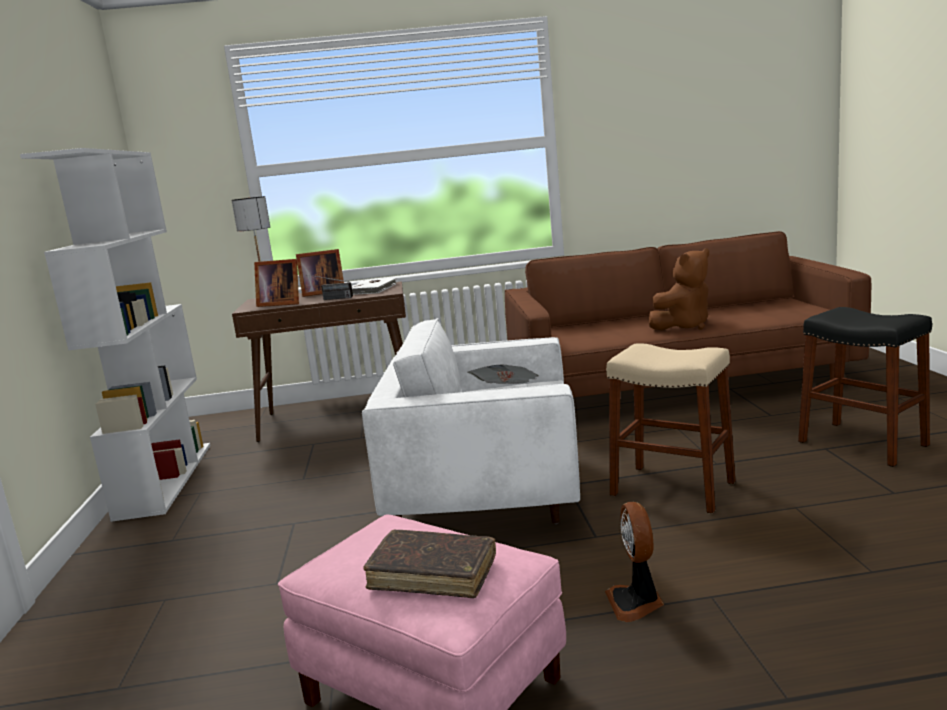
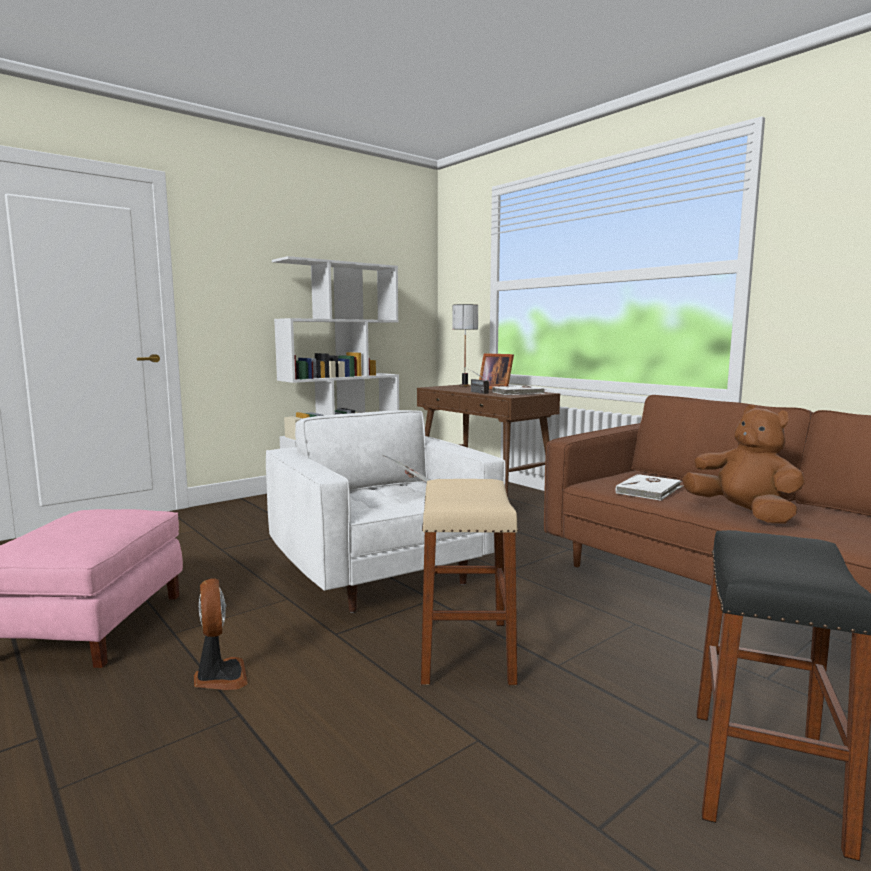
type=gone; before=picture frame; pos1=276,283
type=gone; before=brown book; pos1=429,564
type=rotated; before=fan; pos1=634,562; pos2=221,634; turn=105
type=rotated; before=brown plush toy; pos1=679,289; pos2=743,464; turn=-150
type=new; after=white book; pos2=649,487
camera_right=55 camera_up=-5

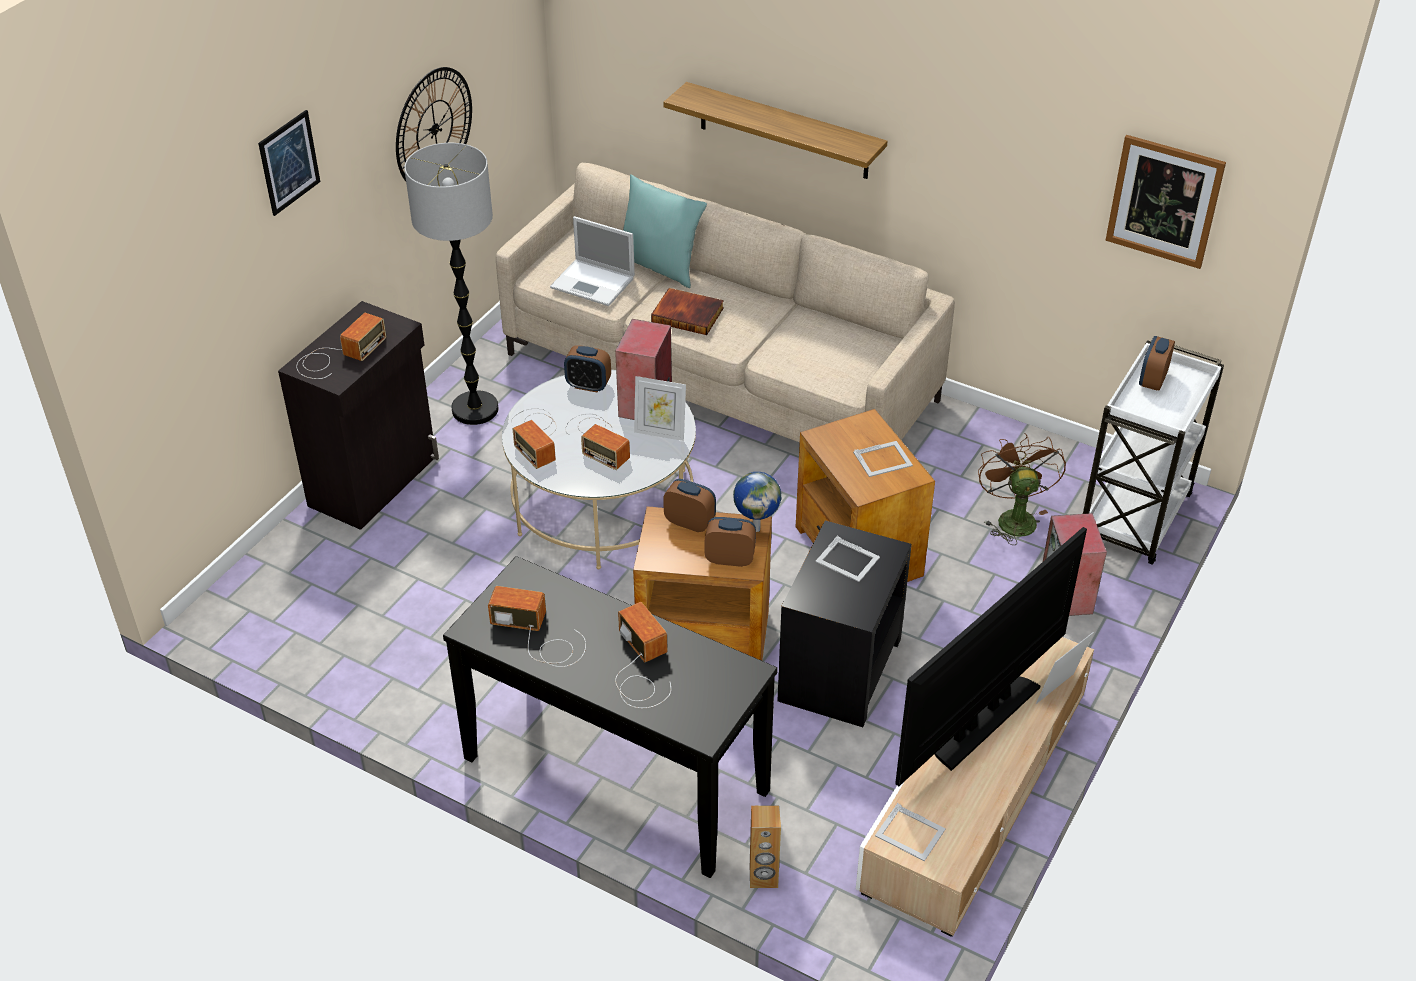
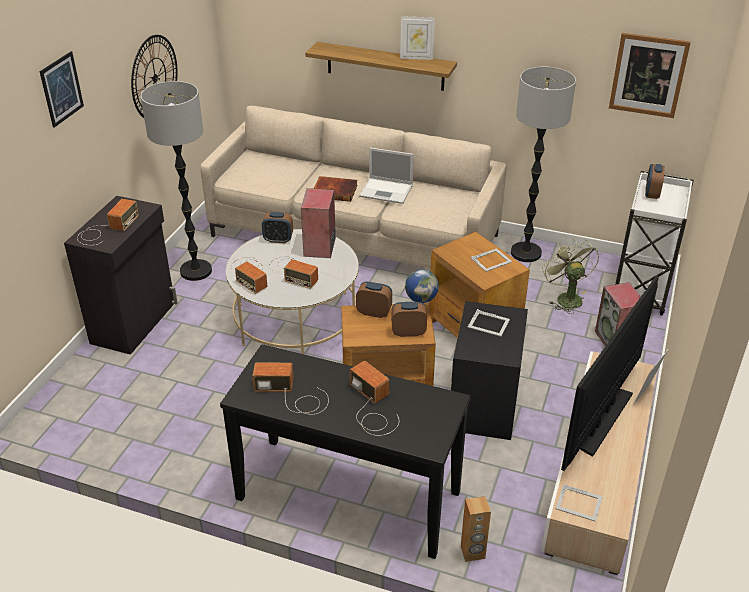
type=shifted; before=laptop; pos1=592,261; pos2=386,176
type=gone; before=turquoise pillow; pos1=665,231
type=shifted; before=picture frame; pos1=660,408; pos2=417,38
type=repainted; before=brown fan; after=green fan; pos1=1022,489; pos2=570,276
type=new; after=floor lamp; pos2=543,164
camera_right=-10 camera_up=-5

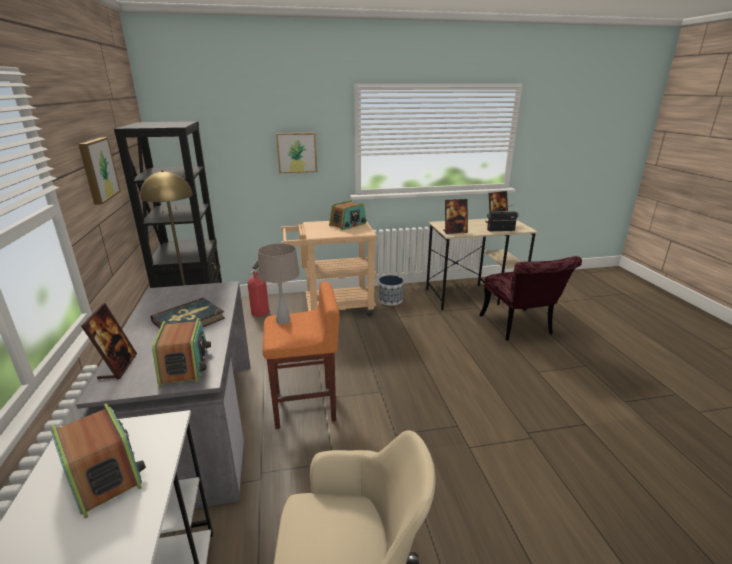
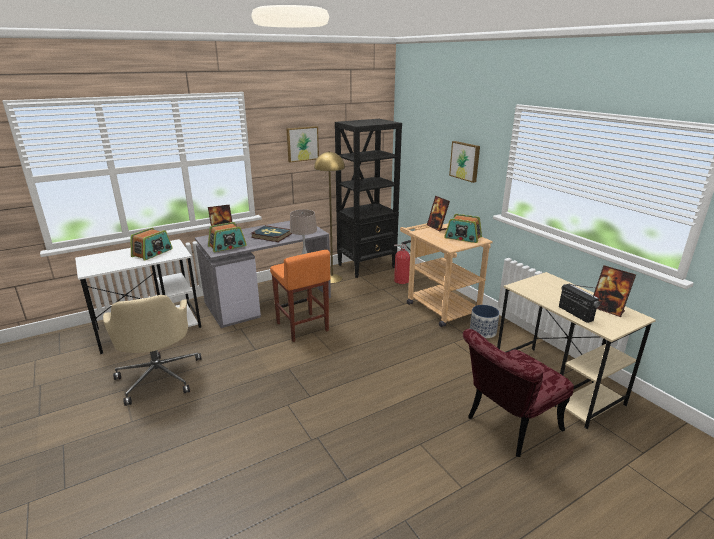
type=shifted; before=picture frame; pos1=455,216; pos2=438,213
camera_right=70 camera_up=0

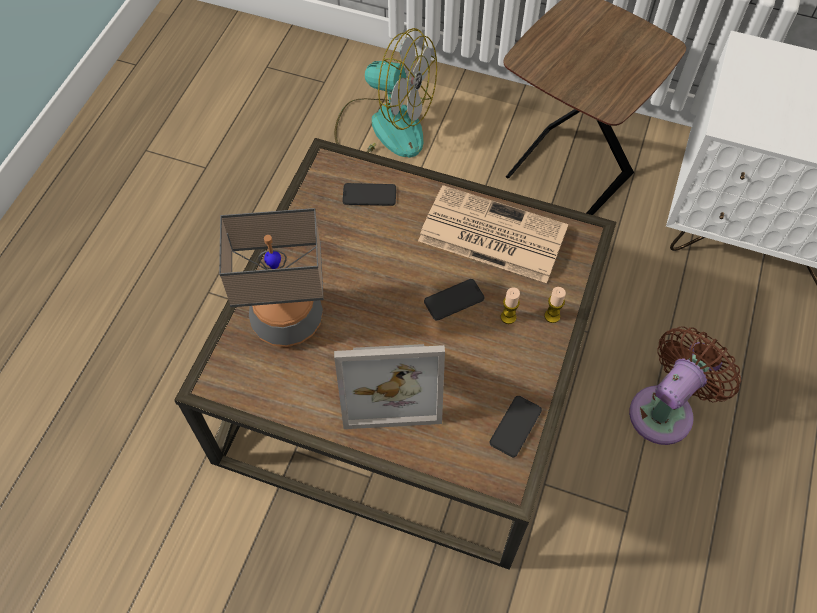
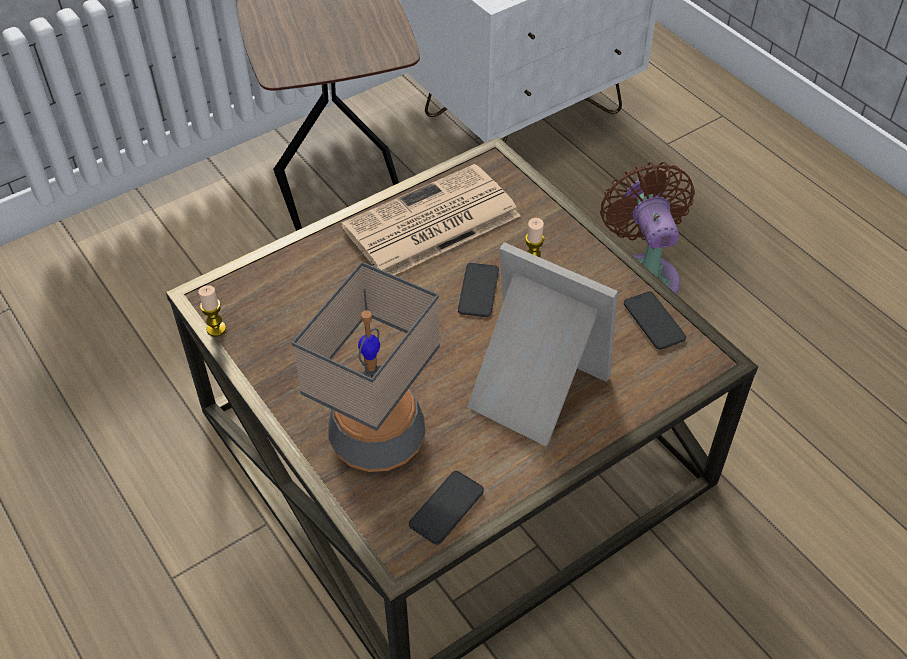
type=gone; before=fan; pos1=385,93
type=rotated; before=picture frame; pos1=389,386; pos2=542,344; turn=-90
type=shifted; before=phone; pos1=369,194; pos2=446,508
type=shifted; before=candle; pos1=555,305; pos2=212,310
camera_right=-55 camera_up=-10

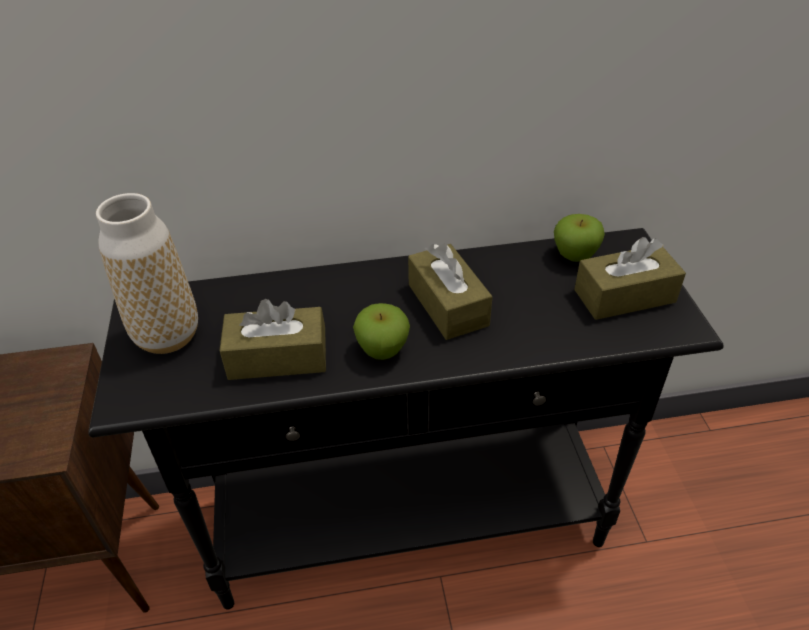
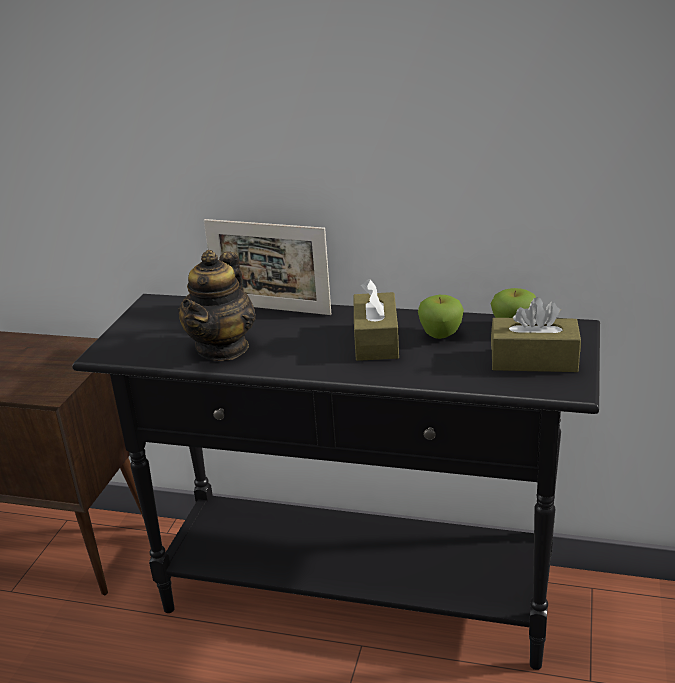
type=gone; before=vase; pos1=147,273
type=swapped; before=brown tissue box; after=teapot; pos1=272,339; pos2=217,305
type=shifted; before=apple; pos1=381,331; pos2=441,317
type=new; after=picture frame; pos2=267,267
camera_right=25 camera_up=-15

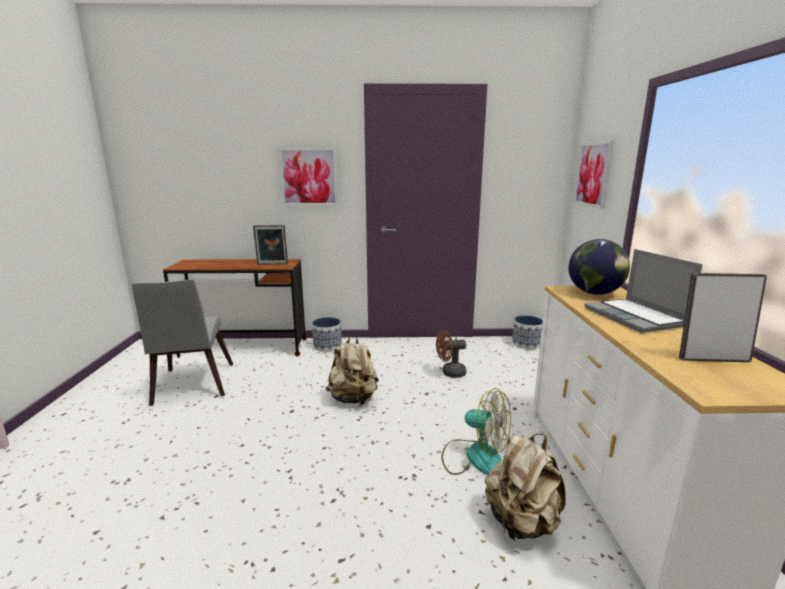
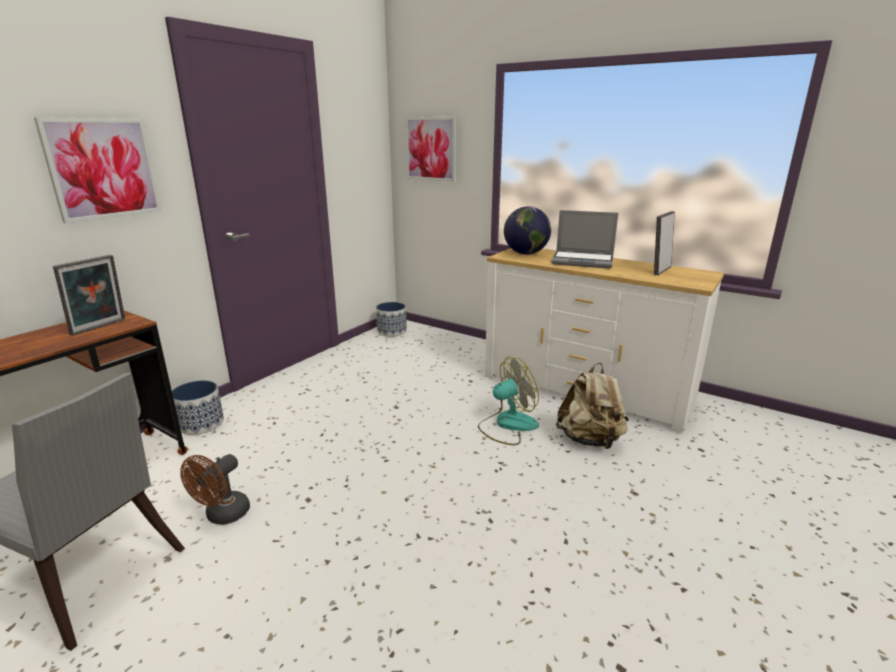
type=gone; before=beige backpack; pos1=352,370
type=shifted; before=brown fan; pos1=451,354; pos2=215,489
camera_right=-55 camera_up=5

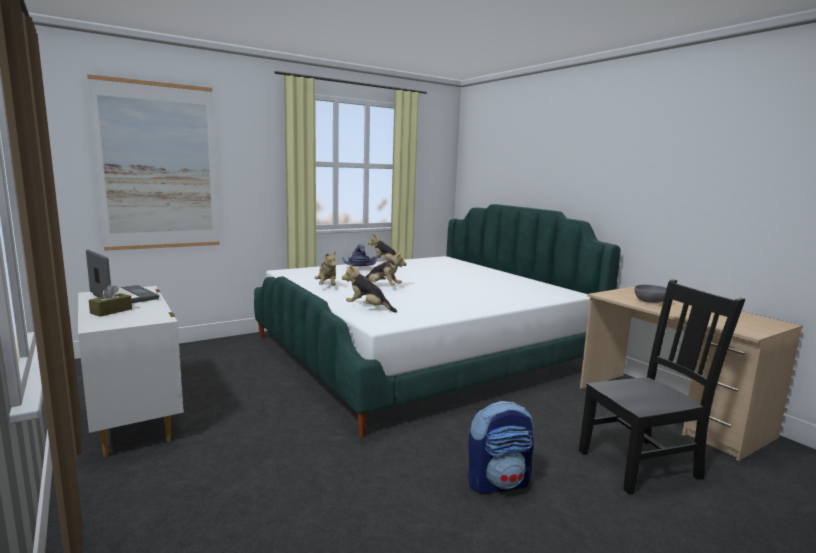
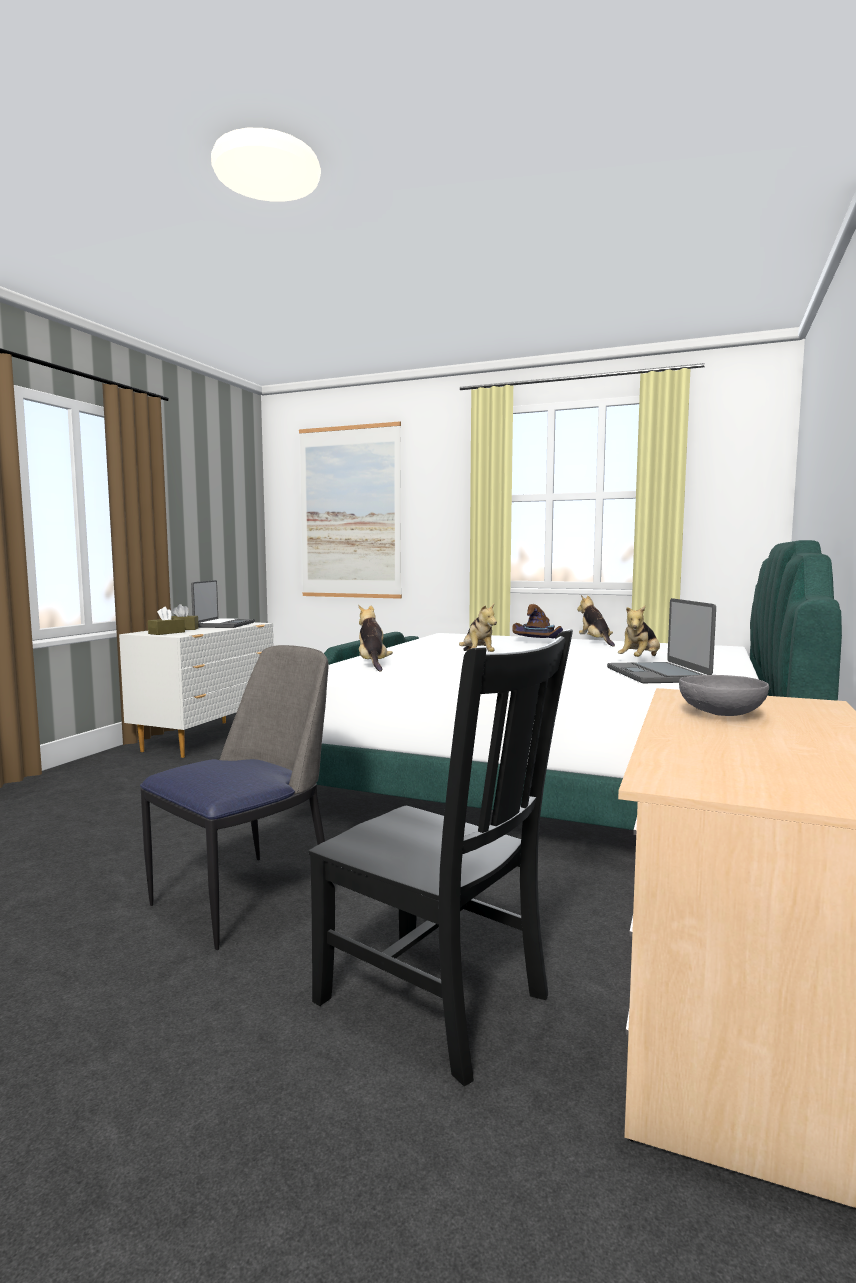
type=shifted; before=plush toy; pos1=325,268; pos2=639,631
type=repainted; before=purple hat; after=brown hat; pos1=359,255; pos2=537,621
type=swapped; before=backpack; after=chair; pos1=501,447; pos2=234,797
type=new; after=brown tissue box; pos2=166,621
type=new; after=laptop; pos2=661,640
camera_right=55 camera_up=-5

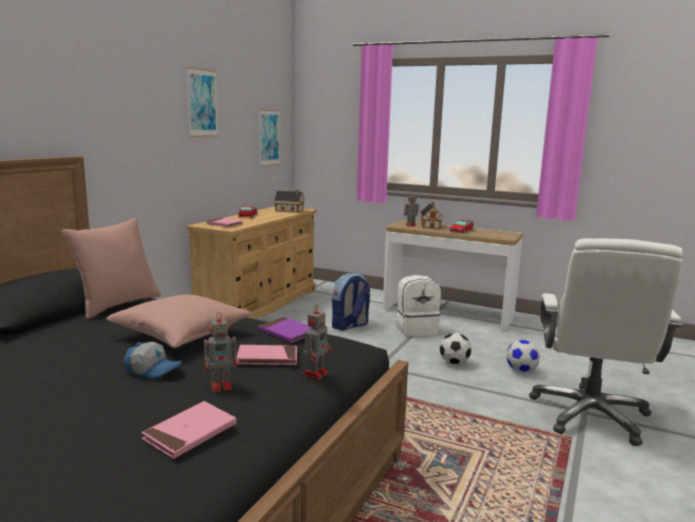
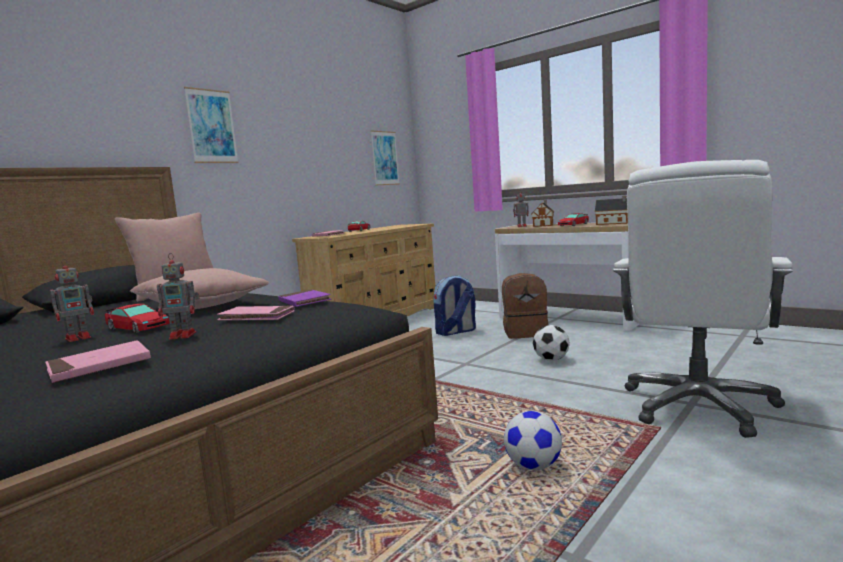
type=swapped; before=cap; after=toy car; pos1=153,361; pos2=137,318
type=shifted; before=picture; pos1=202,102; pos2=211,125
type=shifted; before=toy house; pos1=289,201; pos2=611,210
type=shifted; before=toy robot; pos1=317,342; pos2=72,300
type=repainted; before=white backpack; after=brown backpack; pos1=418,306; pos2=525,306
type=shifted; before=football; pos1=523,356; pos2=533,440
camera_right=15 camera_up=-5

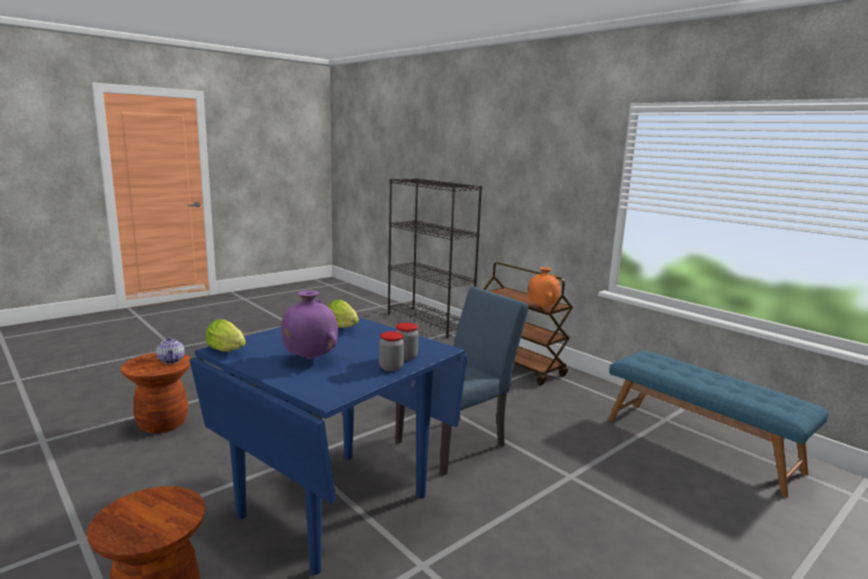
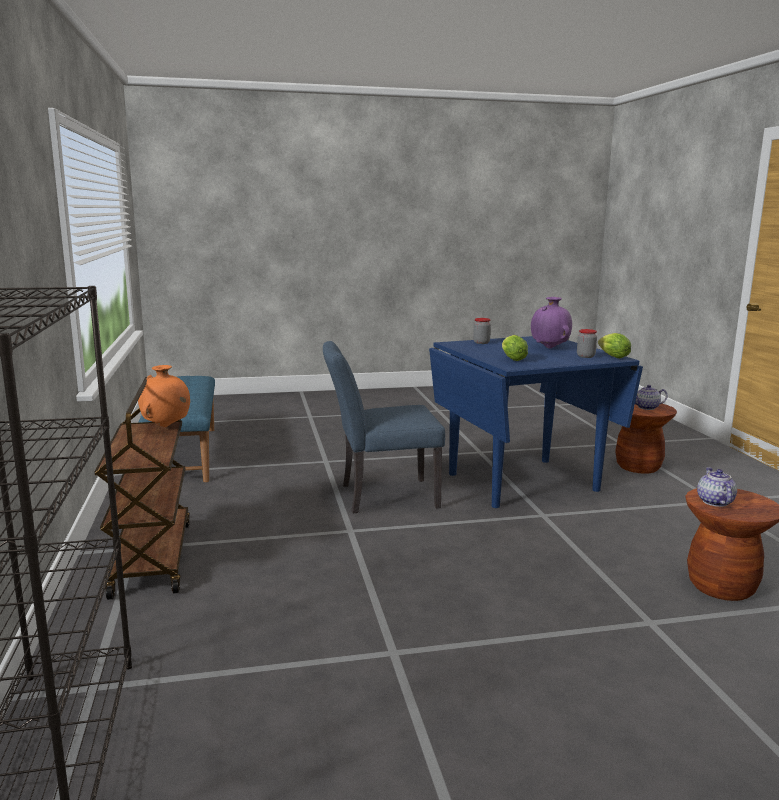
type=shifted; before=jar; pos1=391,351; pos2=587,343
type=new; after=teapot; pos2=651,397
camera_right=-150 camera_up=0

